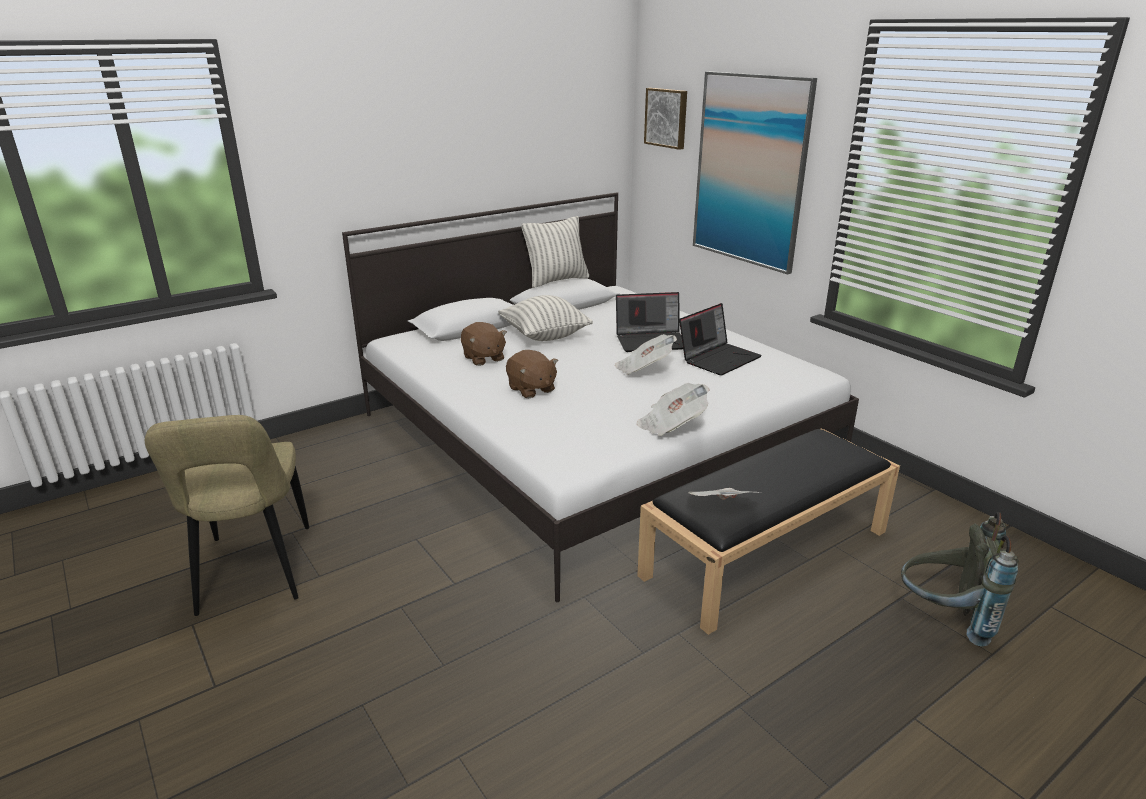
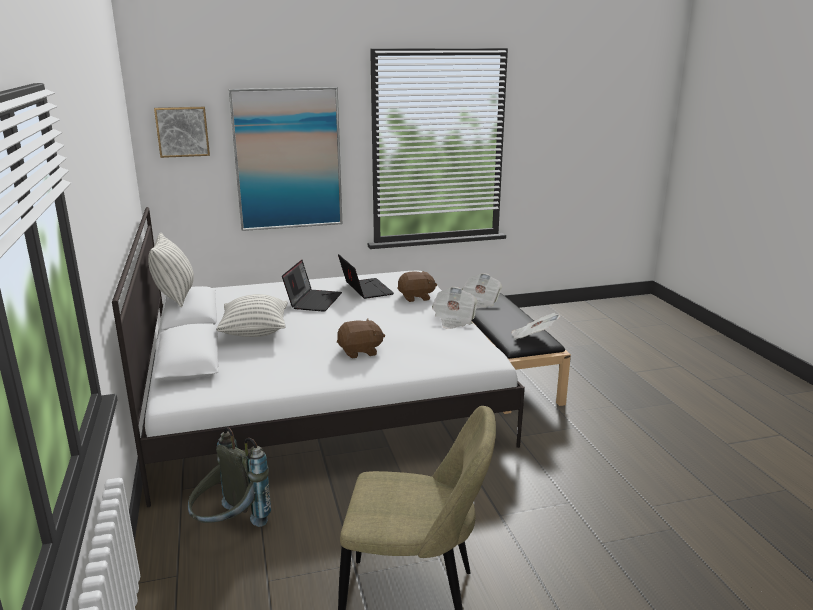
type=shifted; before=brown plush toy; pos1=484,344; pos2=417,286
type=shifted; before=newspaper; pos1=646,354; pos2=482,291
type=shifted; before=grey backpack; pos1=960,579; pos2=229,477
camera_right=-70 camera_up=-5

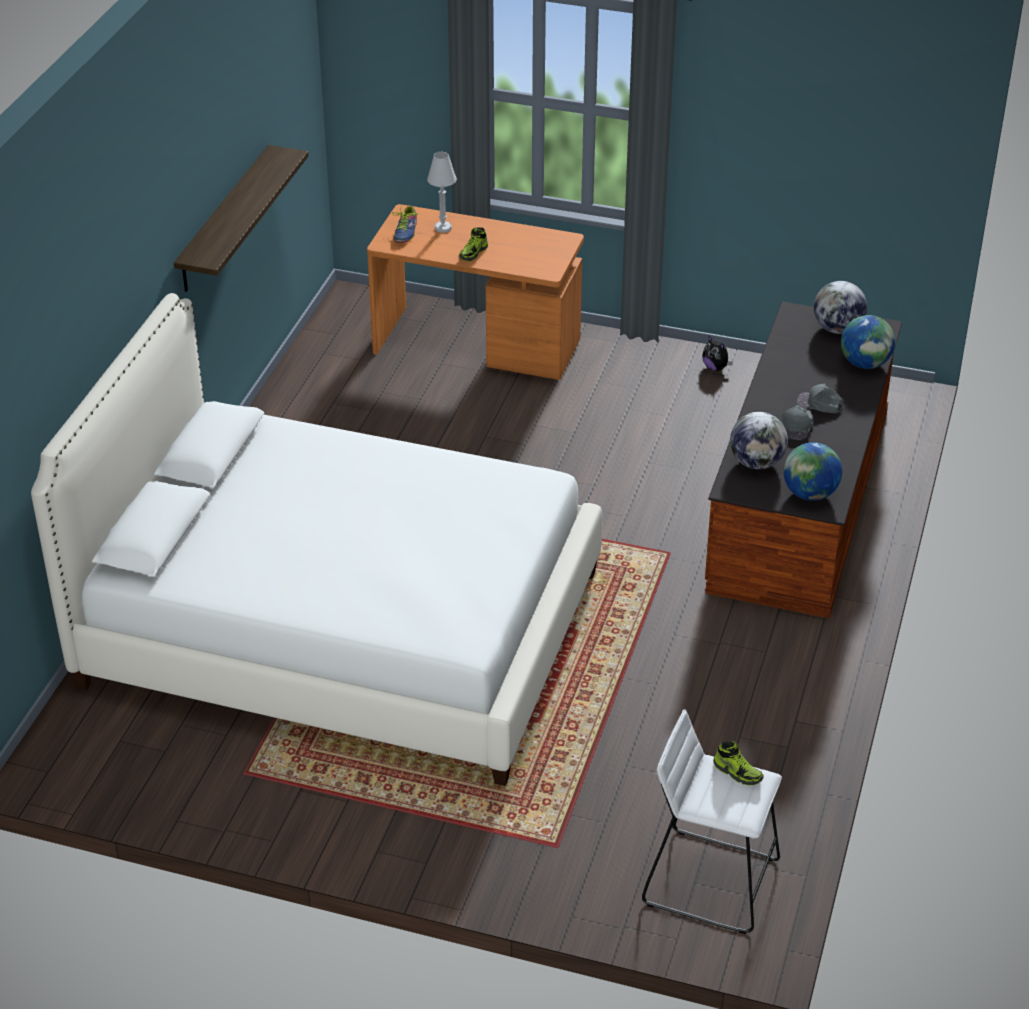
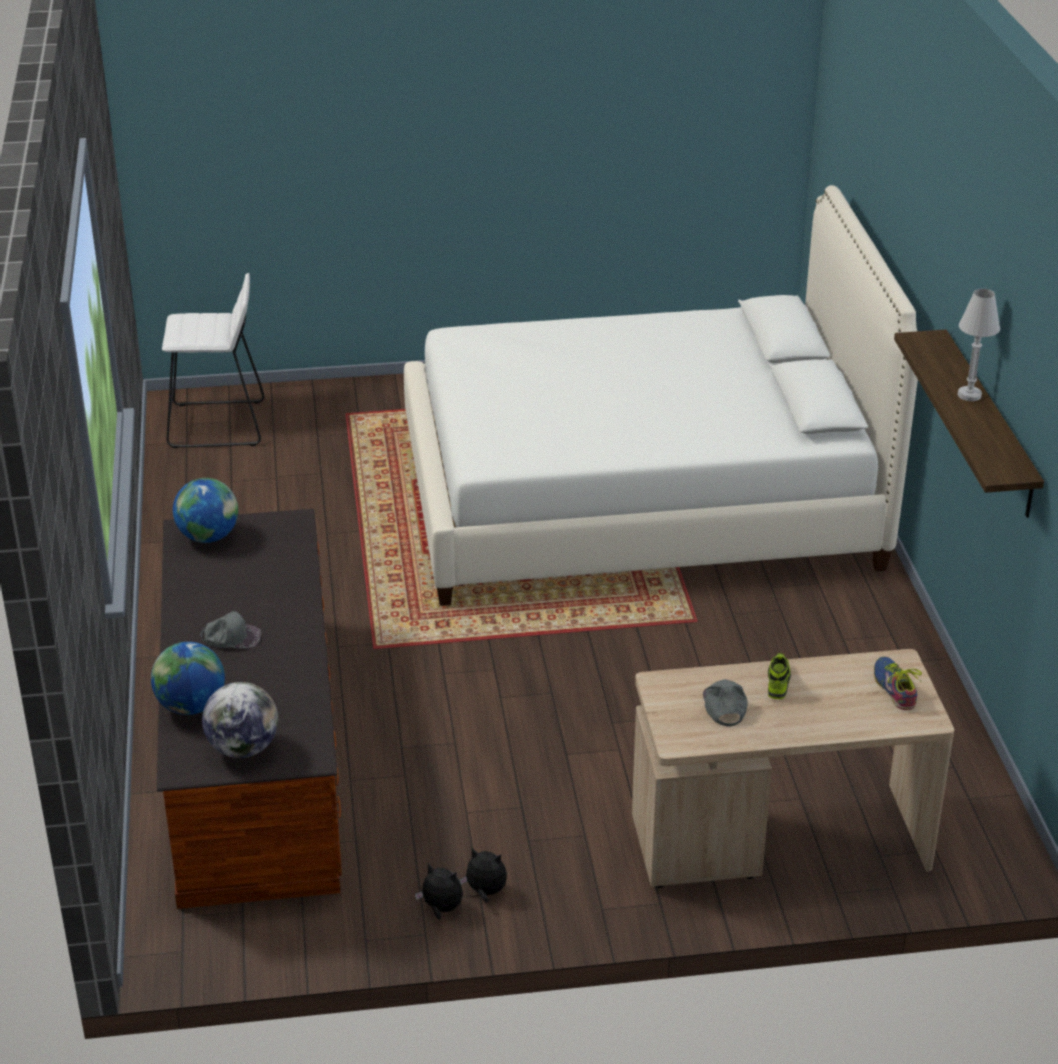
type=repainted; before=orange desk; after=beige desk; pos1=475,292; pos2=793,768
type=shifted; before=white table lamp; pos1=442,192; pos2=979,345
type=gone; before=shoe; pos1=738,763
type=gone; before=globe; pos1=759,440
type=shifted; before=grey cap; pos1=798,422; pos2=725,703
type=new; after=plush toy; pos2=483,875
camera_right=155 camera_up=-5

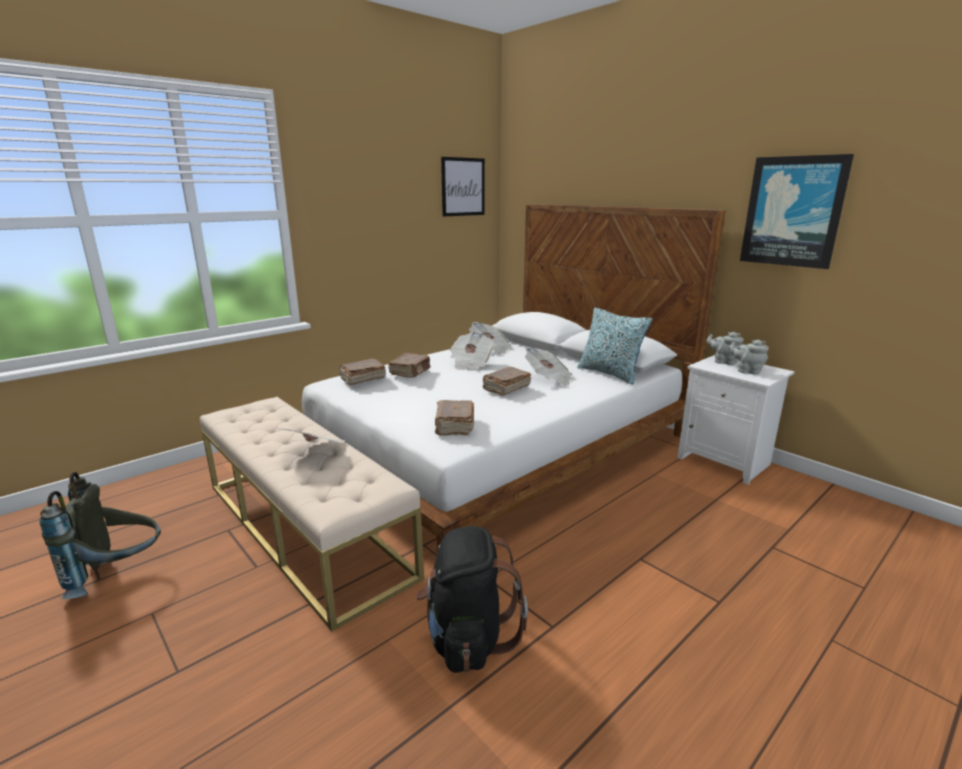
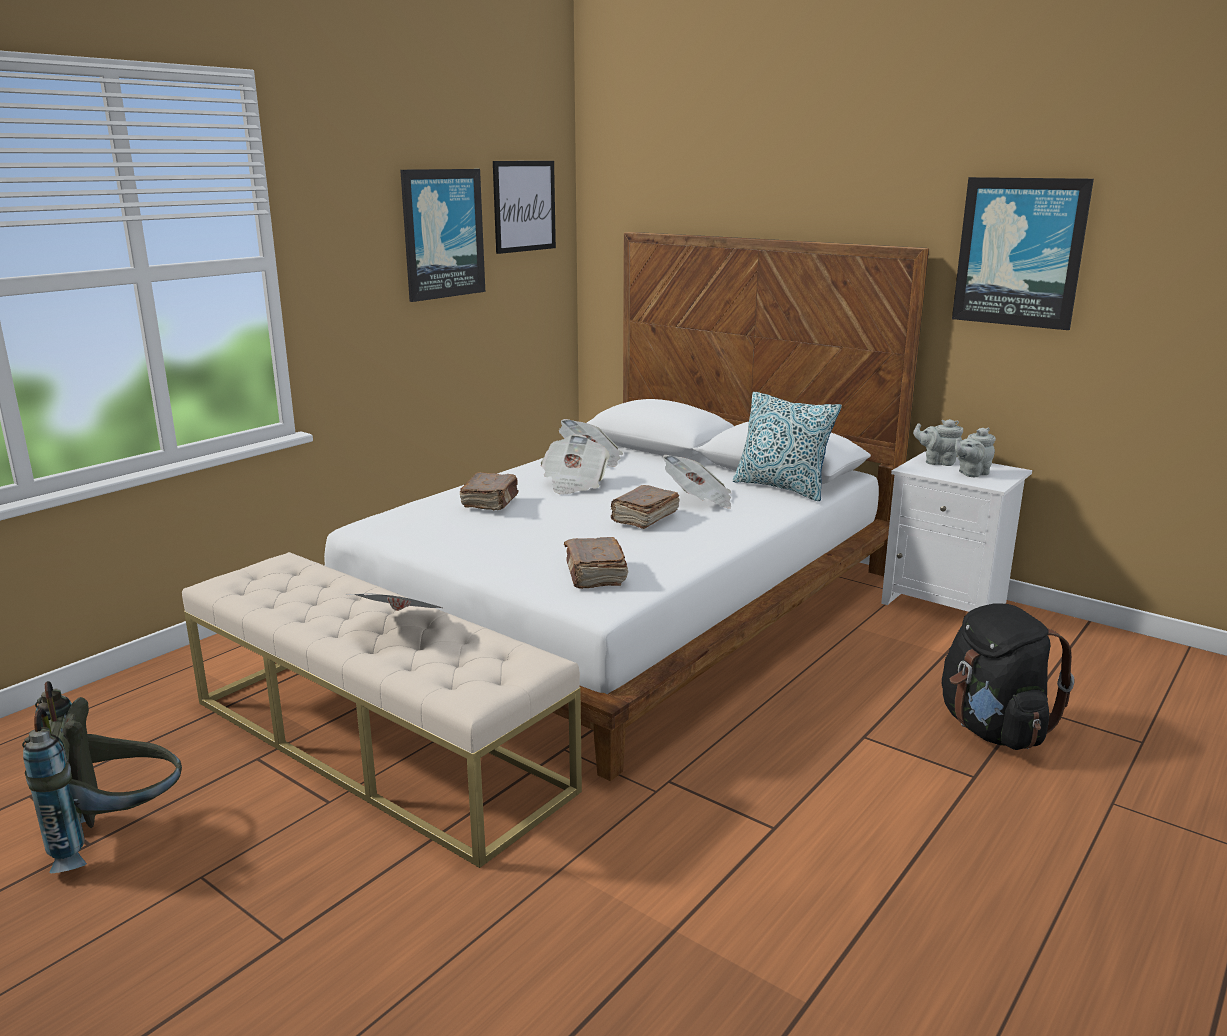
type=gone; before=brown book; pos1=362,372
type=shifted; before=black backpack; pos1=472,599; pos2=1008,677
type=rotated; before=grey teapot; pos1=749,357; pos2=975,452; turn=-45
type=new; after=picture; pos2=442,235
camera_right=-10 camera_up=0

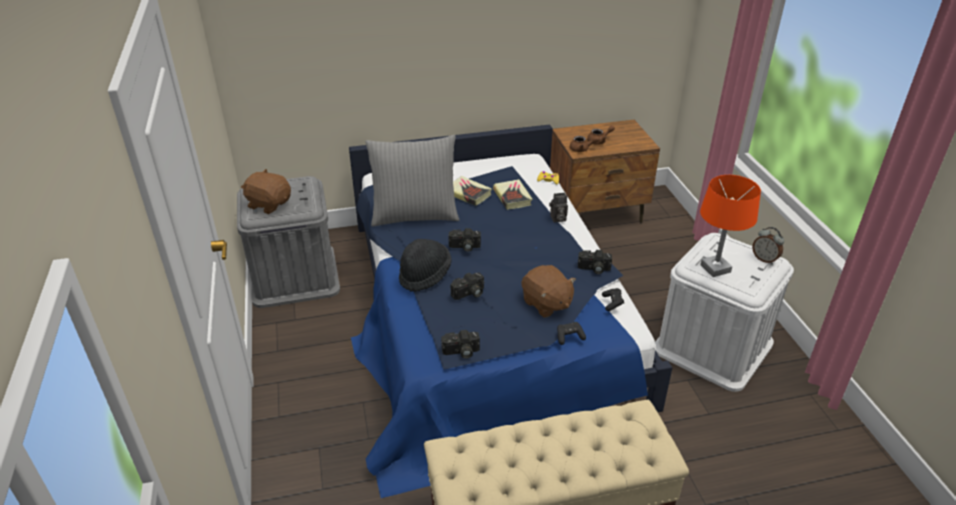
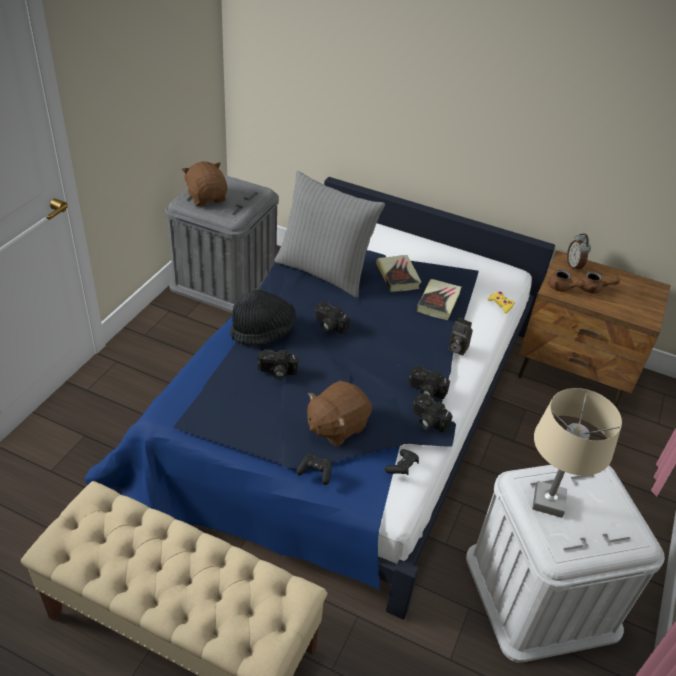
type=shifted; before=photo camera; pos1=460,344; pos2=429,382
type=rotated; before=brown plush toy; pos1=549,291; pos2=339,414; turn=45
type=repainted; before=orange table lamp; after=beige table lamp; pos1=730,226; pos2=577,453
type=shifted; before=alarm clock; pos1=768,245; pos2=579,253
camera_right=35 camera_up=5

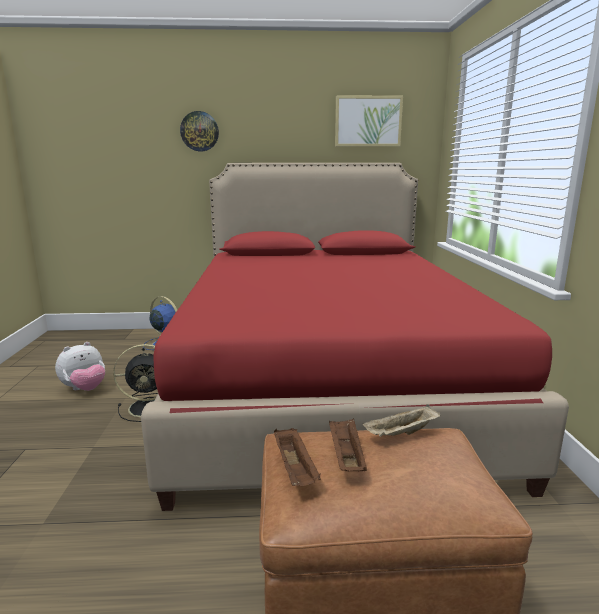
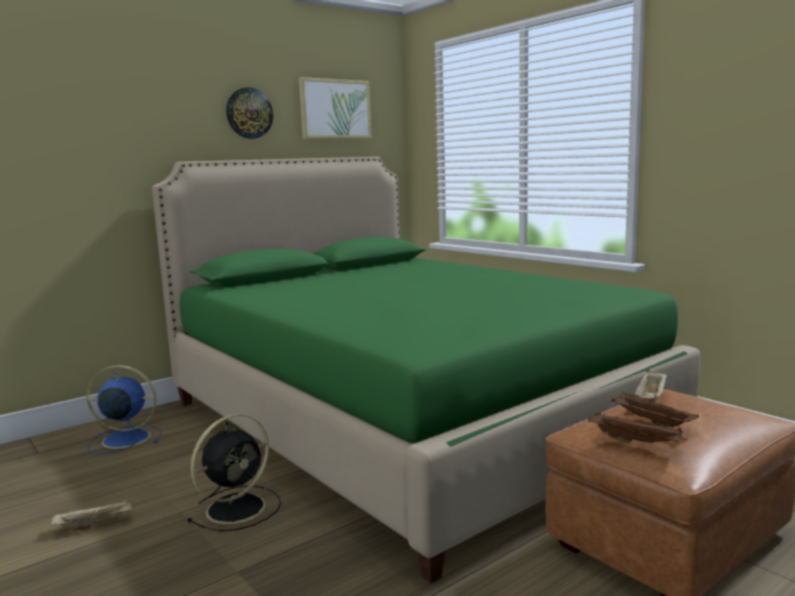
type=swapped; before=plush toy; after=beige tray; pos1=80,366; pos2=91,514
type=repainted; before=red bed; after=green bed; pos1=355,337; pos2=426,370
type=shifted; before=wall clock; pos1=199,131; pos2=249,113
camera_right=-35 camera_up=-5

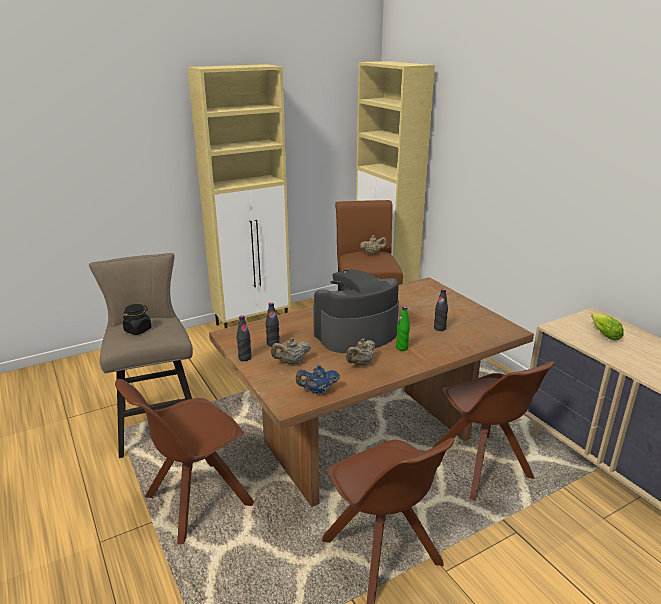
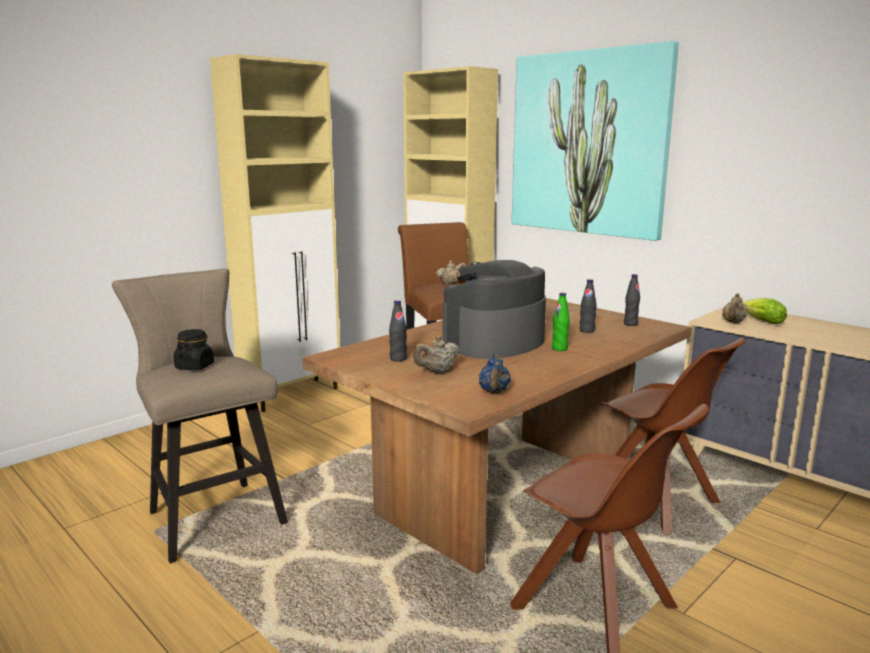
type=gone; before=brown chair; pos1=184,461
type=shifted; before=black bottle; pos1=244,338; pos2=632,300
type=rotated; before=blue teapot; pos1=318,379; pos2=495,373; turn=-60
type=shifted; before=beige teapot; pos1=360,352; pos2=734,308
type=new; after=picture; pos2=595,141
camera_right=-15 camera_up=-10

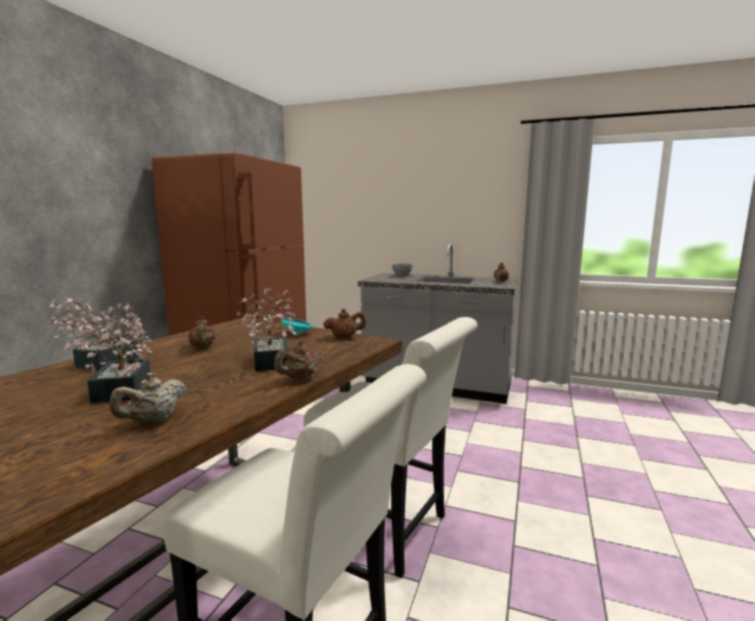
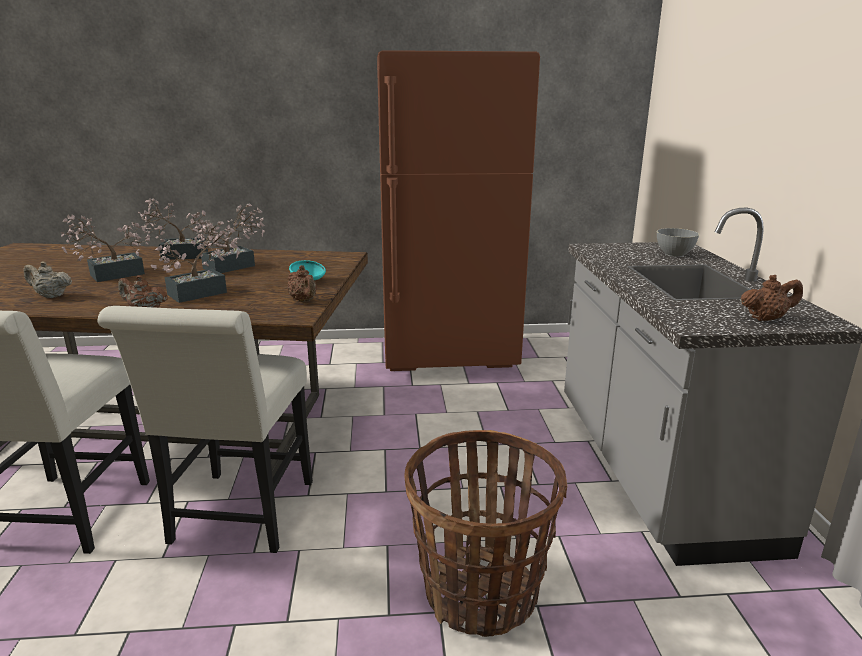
type=swapped; before=brown teapot; after=potted plant; pos1=201,332; pos2=228,238
type=new; after=basket; pos2=486,533
camera_right=65 camera_up=10

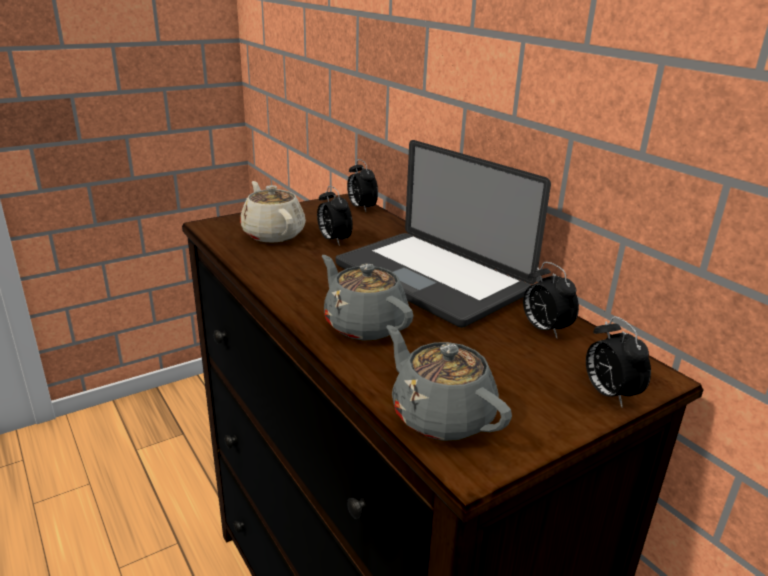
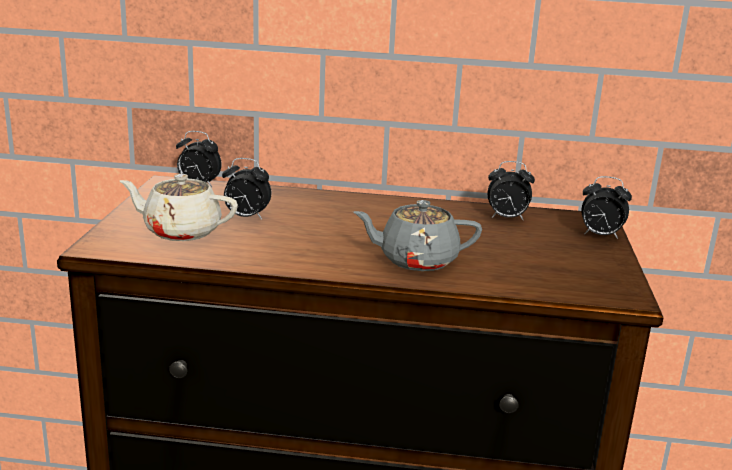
type=gone; before=laptop; pos1=443,234
type=gone; before=grey teapot; pos1=449,383
camera_right=-50 camera_up=-5

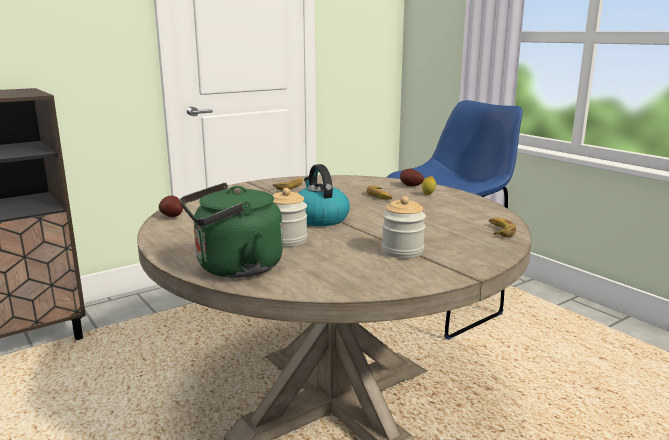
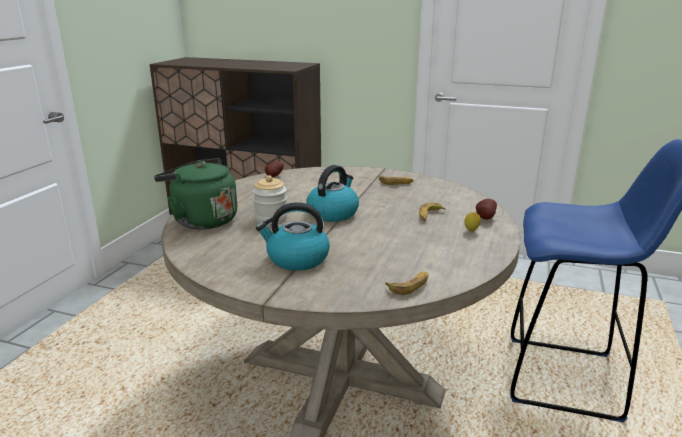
type=swapped; before=jar; after=kettle; pos1=404,227; pos2=293,236
camera_right=55 camera_up=5

